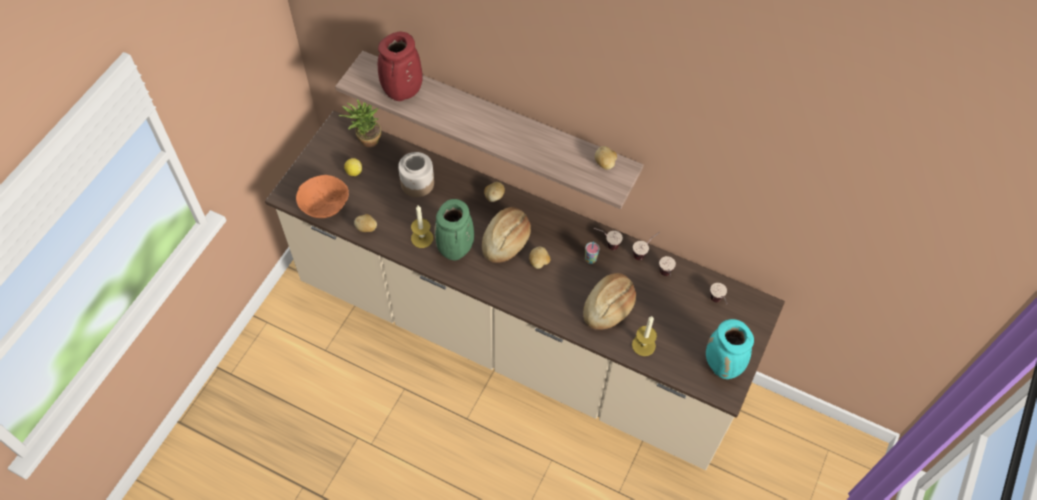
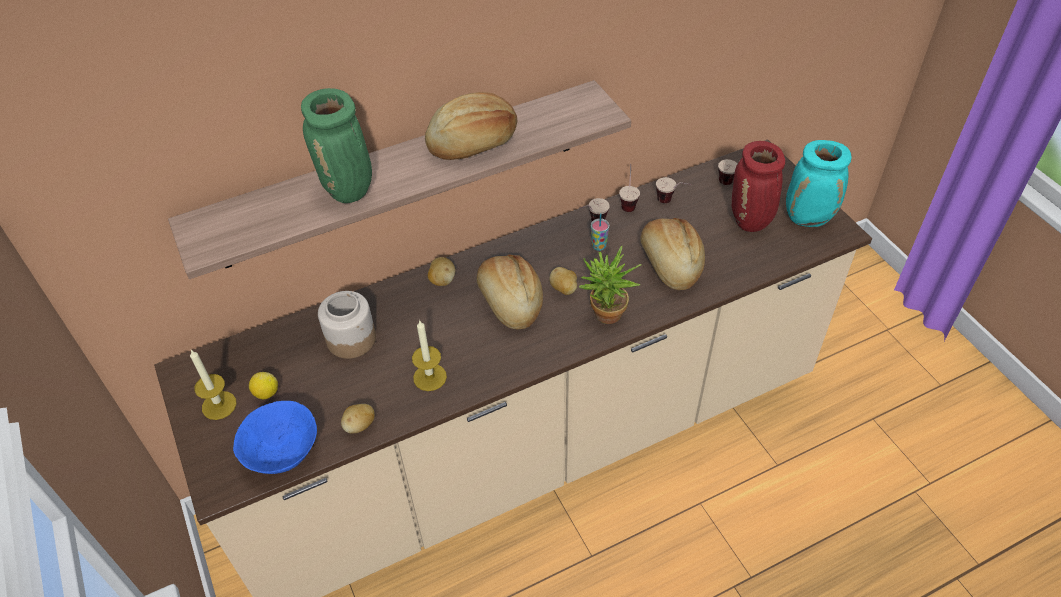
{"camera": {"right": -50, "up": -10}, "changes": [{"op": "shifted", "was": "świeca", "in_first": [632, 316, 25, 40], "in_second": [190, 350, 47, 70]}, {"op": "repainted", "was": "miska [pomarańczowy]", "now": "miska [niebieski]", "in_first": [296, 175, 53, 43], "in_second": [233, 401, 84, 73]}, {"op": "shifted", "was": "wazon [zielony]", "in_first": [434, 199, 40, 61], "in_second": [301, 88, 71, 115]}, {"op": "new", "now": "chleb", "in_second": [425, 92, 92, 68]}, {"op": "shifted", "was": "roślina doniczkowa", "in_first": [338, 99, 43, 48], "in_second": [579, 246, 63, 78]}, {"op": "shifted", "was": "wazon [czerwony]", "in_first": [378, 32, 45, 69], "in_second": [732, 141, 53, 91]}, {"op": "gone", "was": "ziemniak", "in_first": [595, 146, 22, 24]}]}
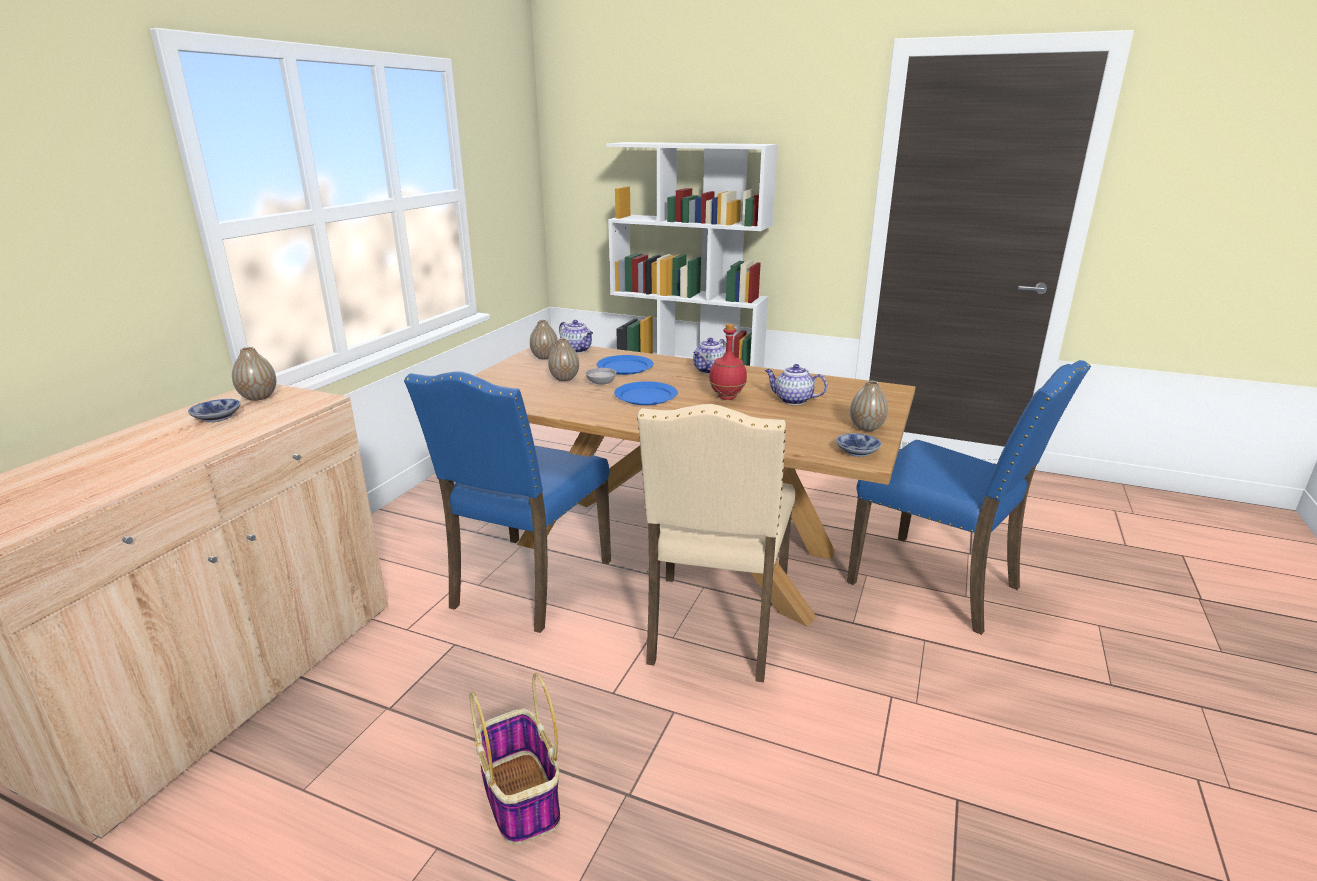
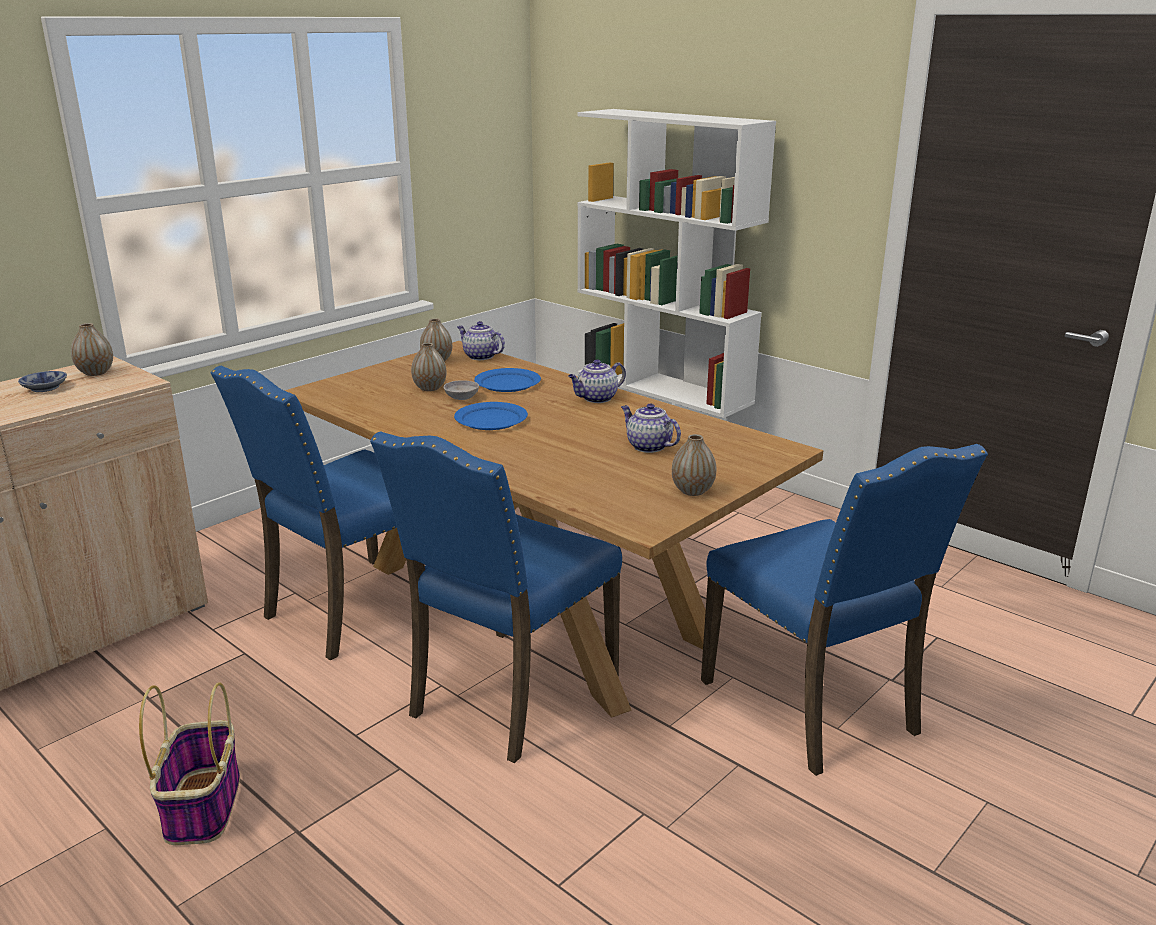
{"camera": {"right": 20, "up": 0}, "changes": [{"op": "repainted", "was": "krzesło [beżowy]", "now": "krzesło [niebieski]", "in_first": [637, 404, 158, 279], "in_second": [370, 431, 252, 332]}, {"op": "rotated", "was": "imbryk", "in_first": [559, 320, 34, 33], "in_second": [457, 321, 48, 39], "clockwise": 150}, {"op": "gone", "was": "butelka [czerwony]", "in_first": [709, 324, 38, 76]}, {"op": "gone", "was": "miska", "in_first": [836, 433, 45, 24]}]}
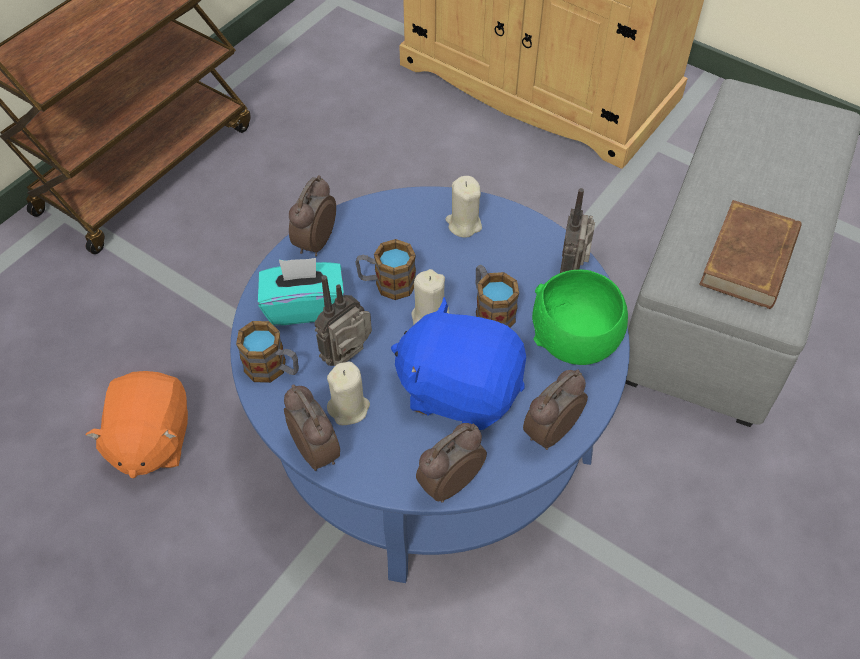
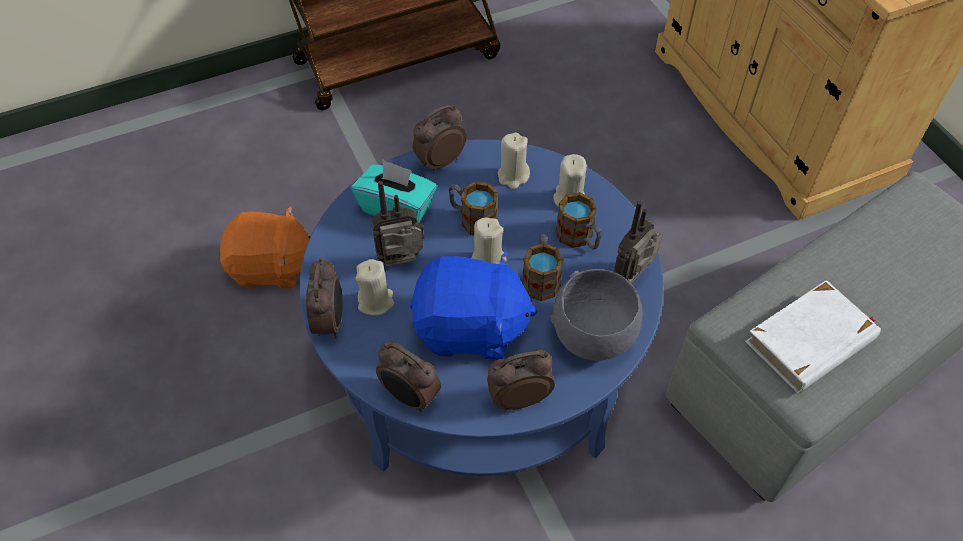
{"camera": {"right": 30, "up": 0}, "changes": [{"op": "rotated", "was": "pluszak [pomarańczowy]", "in_first": [86, 371, 102, 107], "in_second": [220, 206, 90, 83], "clockwise": -120}, {"op": "rotated", "was": "budzik", "in_first": [416, 423, 71, 80], "in_second": [376, 341, 65, 72], "clockwise": -135}, {"op": "rotated", "was": "pluszak [niebieski]", "in_first": [391, 297, 135, 133], "in_second": [410, 251, 128, 109], "clockwise": 135}, {"op": "new", "now": "świeca [beżowy]", "in_second": [498, 132, 32, 57]}, {"op": "repainted", "was": "miska [zielony]", "now": "miska [szary]", "in_first": [532, 270, 96, 95], "in_second": [551, 269, 92, 92]}, {"op": "shifted", "was": "kubek", "in_first": [236, 321, 63, 62], "in_second": [556, 192, 46, 58]}, {"op": "repainted", "was": "książka [brązowy]", "now": "książka [biały]", "in_first": [699, 200, 103, 109], "in_second": [745, 280, 136, 113]}]}
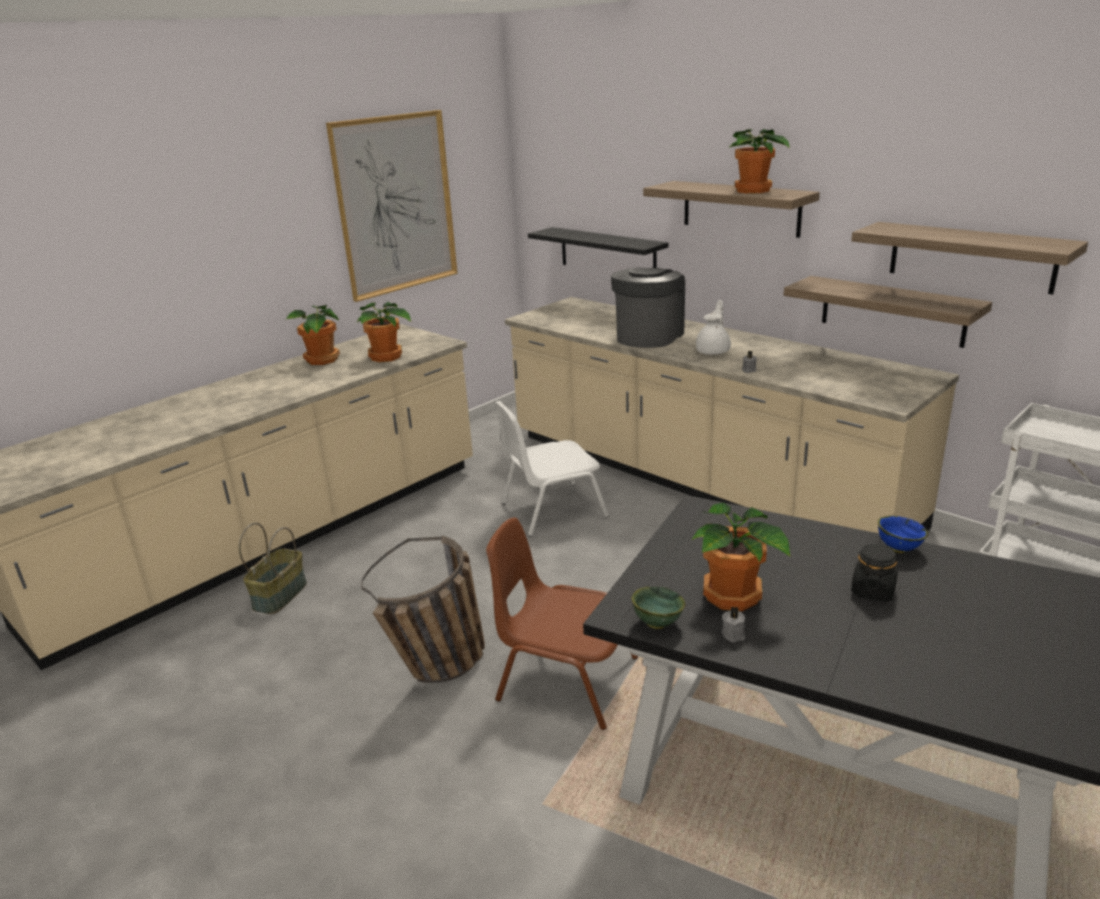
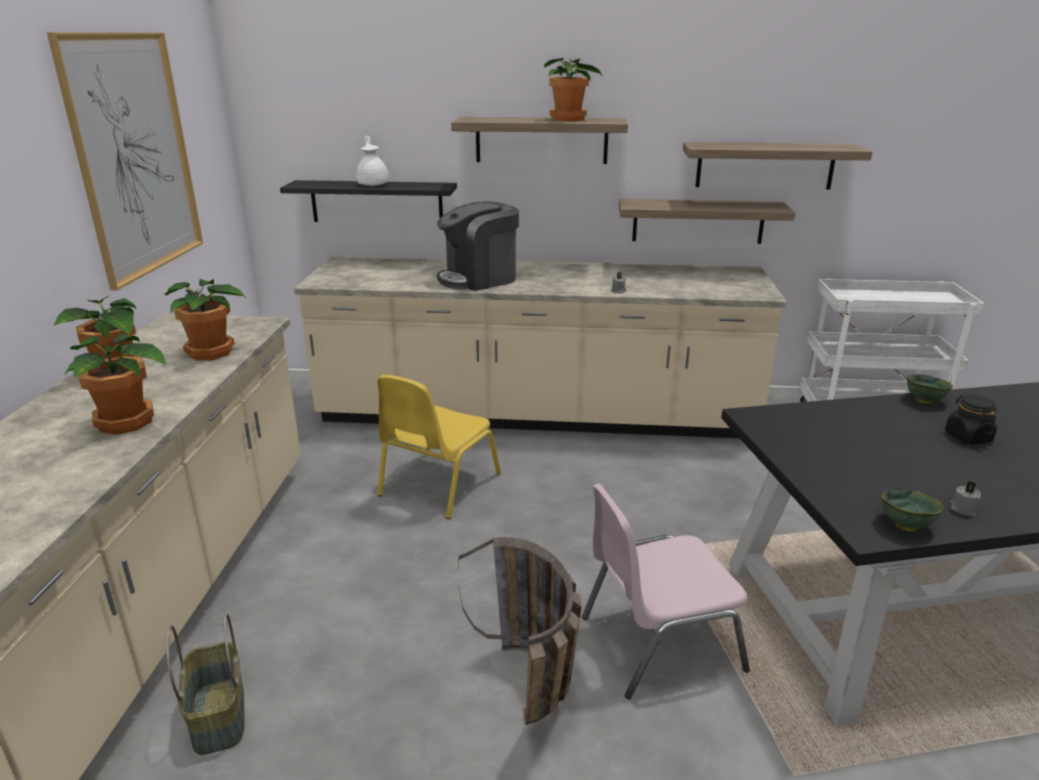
{"camera": {"right": -40, "up": 0}, "changes": [{"op": "shifted", "was": "roślina doniczkowa", "in_first": [691, 503, 99, 108], "in_second": [65, 334, 102, 101]}, {"op": "shifted", "was": "imbryk [biały]", "in_first": [696, 300, 35, 55], "in_second": [356, 136, 33, 50]}, {"op": "repainted", "was": "krzesło [biały]", "now": "krzesło [żółty]", "in_first": [495, 401, 114, 135], "in_second": [377, 375, 124, 144]}, {"op": "rotated", "was": "ekspres do kawy", "in_first": [611, 267, 74, 81], "in_second": [437, 201, 82, 90], "clockwise": -105}, {"op": "repainted", "was": "krzesło [brązowy]", "now": "krzesło [różowy]", "in_first": [486, 517, 152, 213], "in_second": [582, 483, 168, 216]}, {"op": "repainted", "was": "miska [niebieski]", "now": "miska [zielony]", "in_first": [878, 515, 51, 38], "in_second": [907, 374, 46, 30]}]}
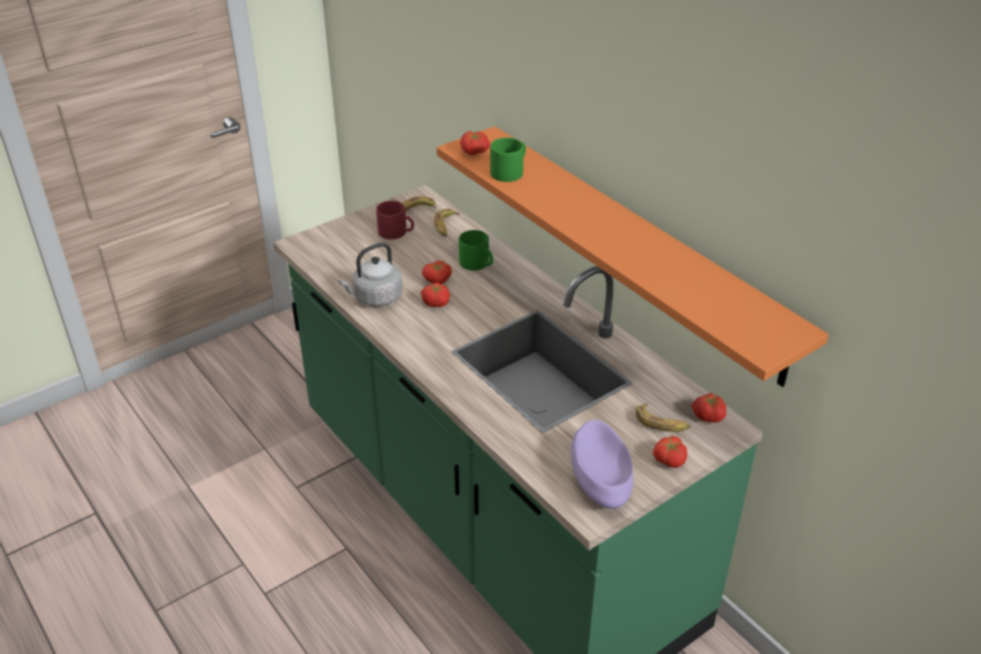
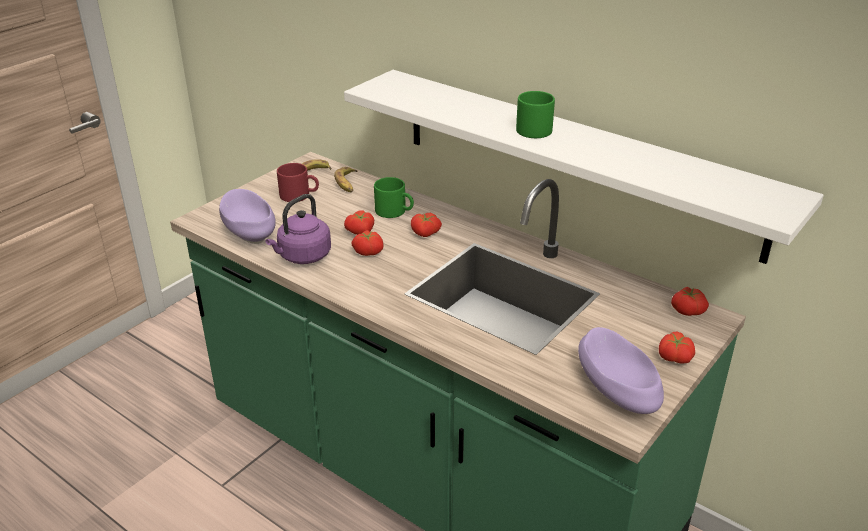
{"camera": {"right": -15, "up": -5}, "changes": [{"op": "new", "now": "miska [fioletowy]", "in_second": [219, 189, 57, 55]}, {"op": "repainted", "was": "czajnik [szary]", "now": "czajnik [fioletowy]", "in_first": [338, 243, 65, 64], "in_second": [265, 194, 66, 70]}, {"op": "repainted", "was": "półka [pomarańczowy]", "now": "półka [biały]", "in_first": [437, 126, 392, 261], "in_second": [344, 70, 480, 194]}, {"op": "shifted", "was": "pomidor", "in_first": [460, 131, 30, 24], "in_second": [411, 213, 31, 24]}, {"op": "shifted", "was": "kubek [zielony]", "in_first": [490, 138, 36, 44], "in_second": [516, 91, 39, 47]}, {"op": "gone", "was": "banan", "in_first": [636, 403, 55, 29]}]}
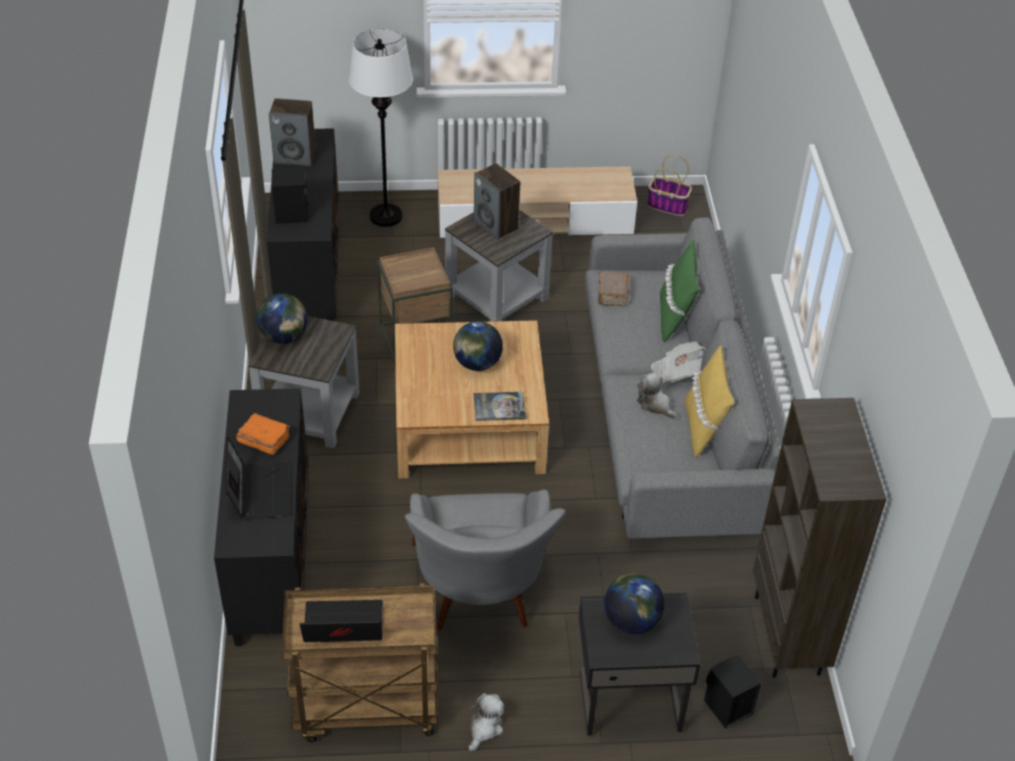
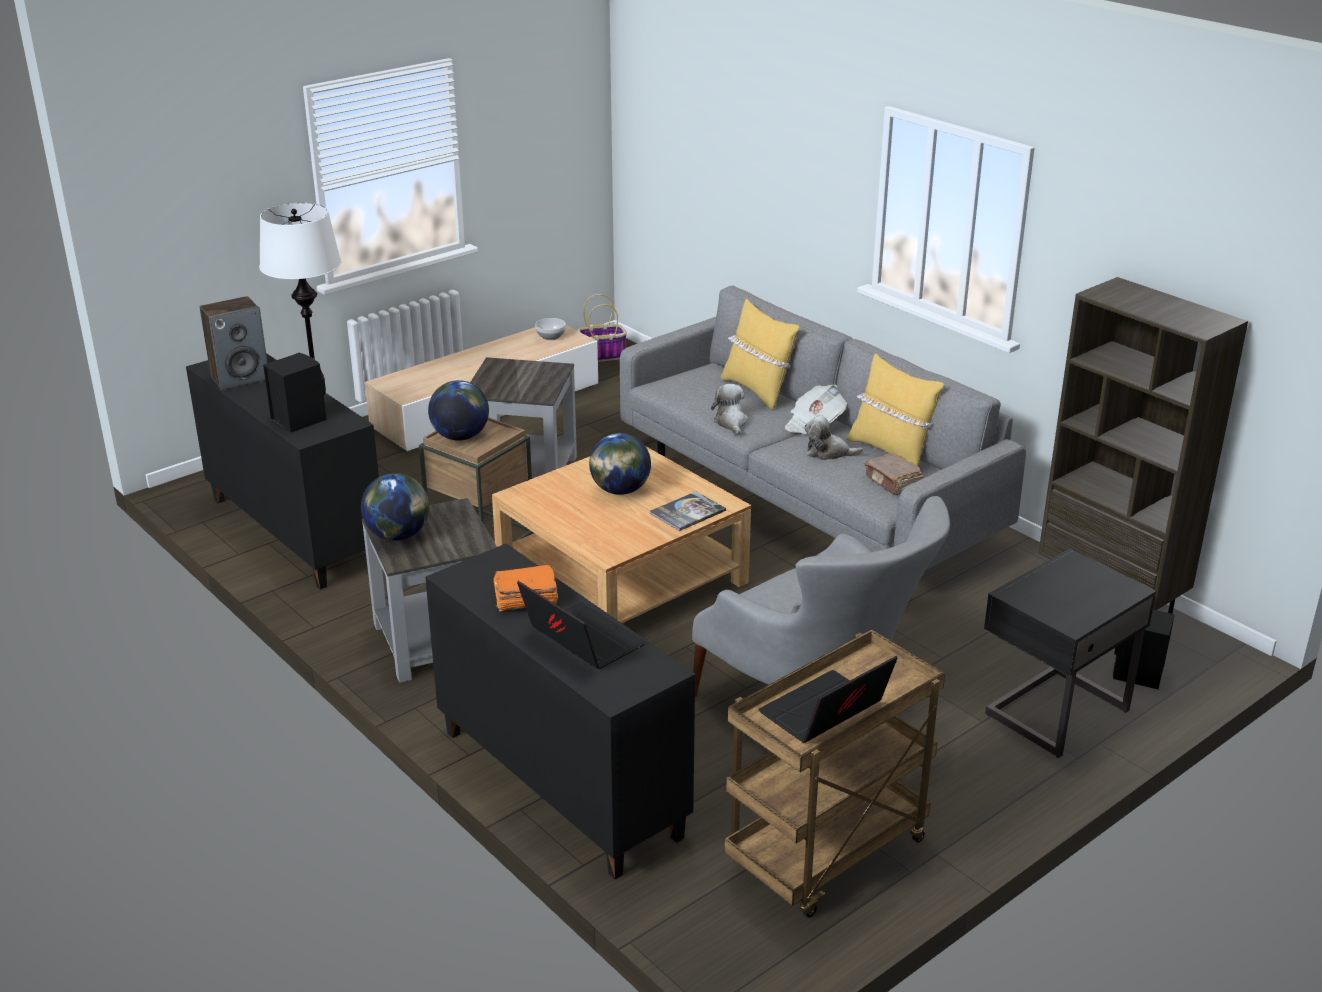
{"camera": {"right": -35, "up": -15}, "changes": [{"op": "shifted", "was": "globus", "in_first": [604, 573, 60, 61], "in_second": [428, 380, 61, 61]}, {"op": "new", "now": "miska", "in_second": [535, 318, 31, 22]}, {"op": "shifted", "was": "pluszak", "in_first": [469, 693, 35, 59], "in_second": [711, 384, 37, 52]}, {"op": "repainted", "was": "poduszka [zielony]", "now": "poduszka [żółty]", "in_first": [660, 240, 39, 103], "in_second": [721, 299, 78, 111]}, {"op": "shifted", "was": "książka [brązowy]", "in_first": [598, 271, 31, 35], "in_second": [864, 453, 59, 42]}, {"op": "gone", "was": "głośnik", "in_first": [474, 163, 46, 77]}]}
